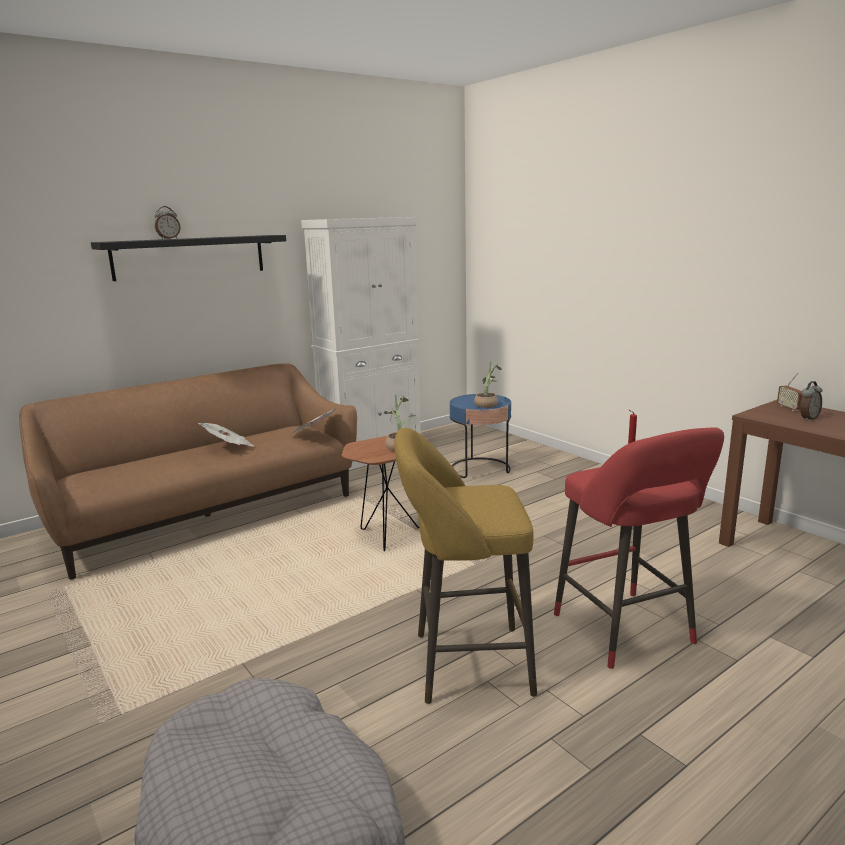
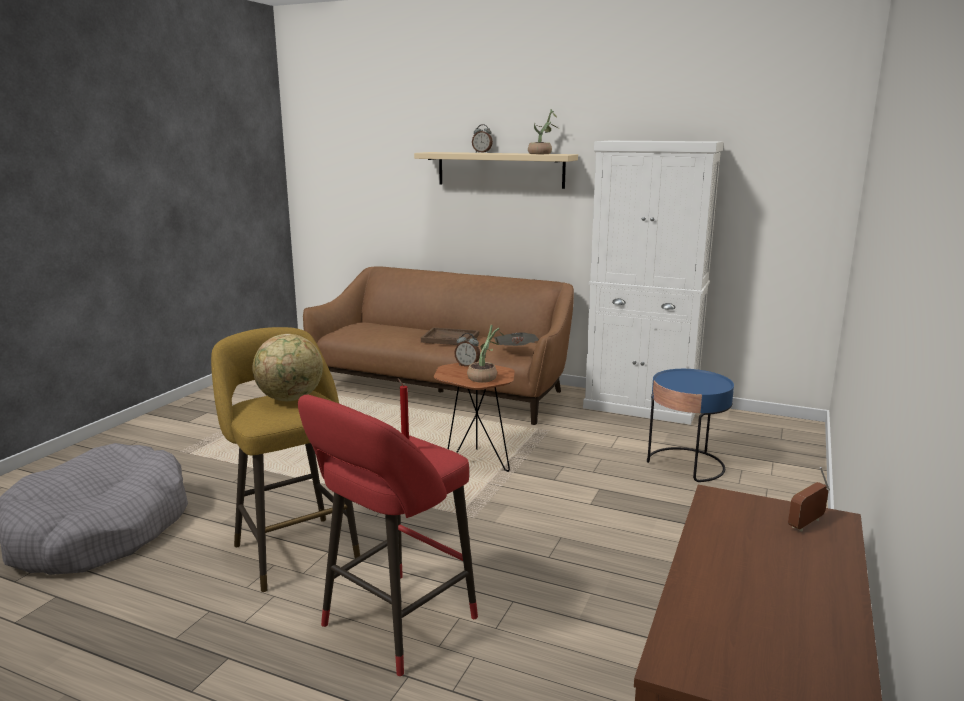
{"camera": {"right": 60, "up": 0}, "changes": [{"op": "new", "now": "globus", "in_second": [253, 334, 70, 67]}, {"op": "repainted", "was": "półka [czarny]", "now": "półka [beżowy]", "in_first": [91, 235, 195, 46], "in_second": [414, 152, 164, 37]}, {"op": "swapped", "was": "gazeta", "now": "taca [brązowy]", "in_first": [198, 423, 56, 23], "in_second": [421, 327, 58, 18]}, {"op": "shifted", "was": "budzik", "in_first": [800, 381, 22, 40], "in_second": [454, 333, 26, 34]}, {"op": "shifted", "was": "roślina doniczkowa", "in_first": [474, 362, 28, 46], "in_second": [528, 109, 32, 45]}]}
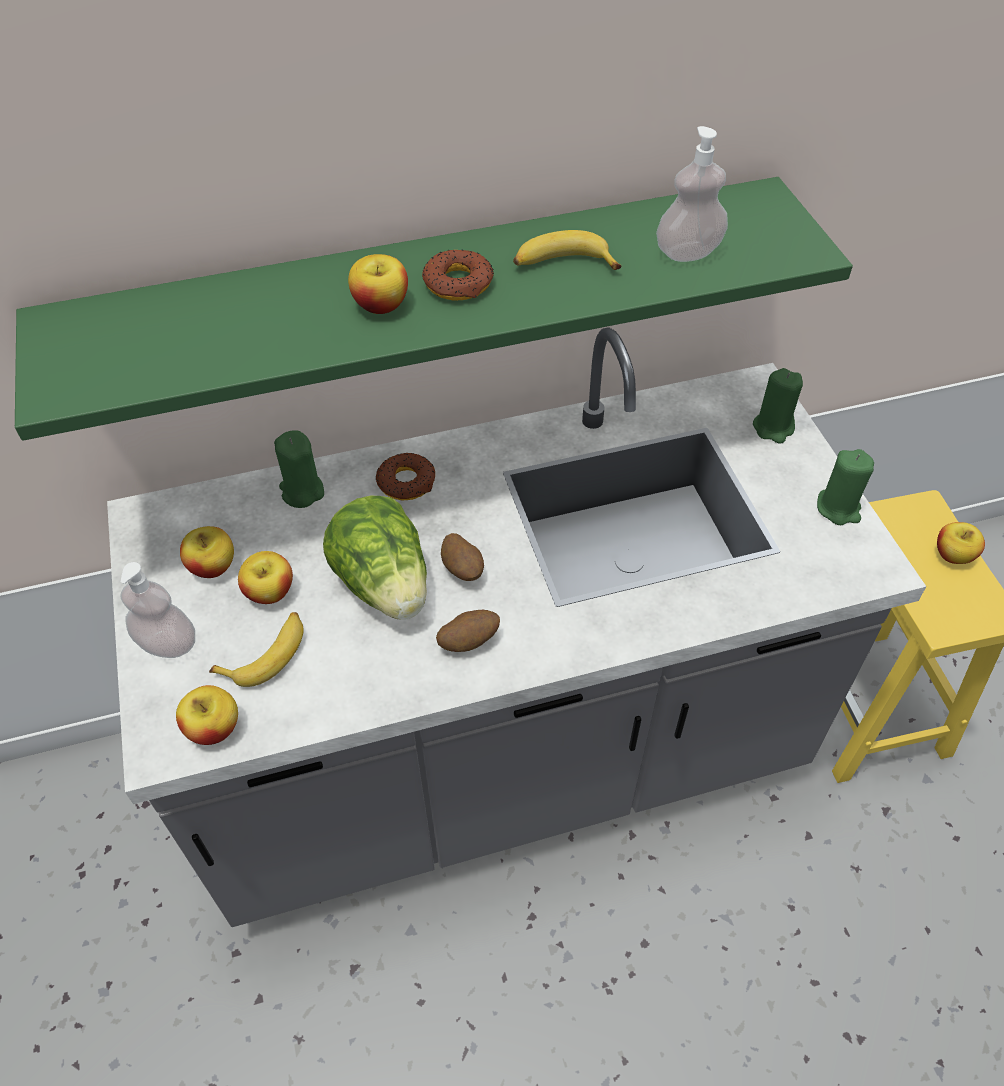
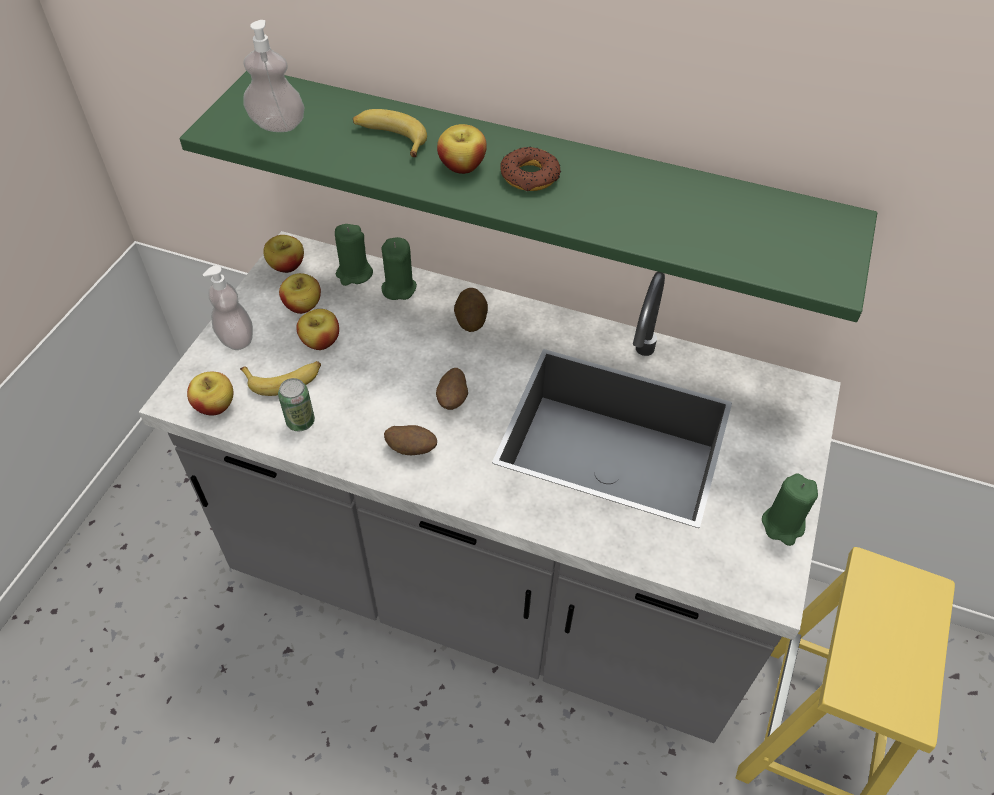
{"camera": {"right": 35, "up": 0}, "changes": [{"op": "shifted", "was": "dozownik mydła", "in_first": [656, 126, 72, 136], "in_second": [244, 20, 60, 112]}, {"op": "shifted", "was": "jabłko", "in_first": [937, 522, 48, 42], "in_second": [263, 235, 41, 38]}, {"op": "new", "now": "puszka", "in_second": [278, 378, 37, 53]}, {"op": "shifted", "was": "świeca [zielony]", "in_first": [753, 368, 50, 76], "in_second": [335, 224, 38, 62]}, {"op": "shifted", "was": "banan", "in_first": [513, 230, 108, 40], "in_second": [353, 109, 74, 48]}, {"op": "swapped", "was": "donut", "now": "ziemniak", "in_first": [376, 453, 59, 47], "in_second": [454, 288, 34, 44]}, {"op": "gone", "was": "sałata", "in_first": [323, 496, 104, 124]}]}
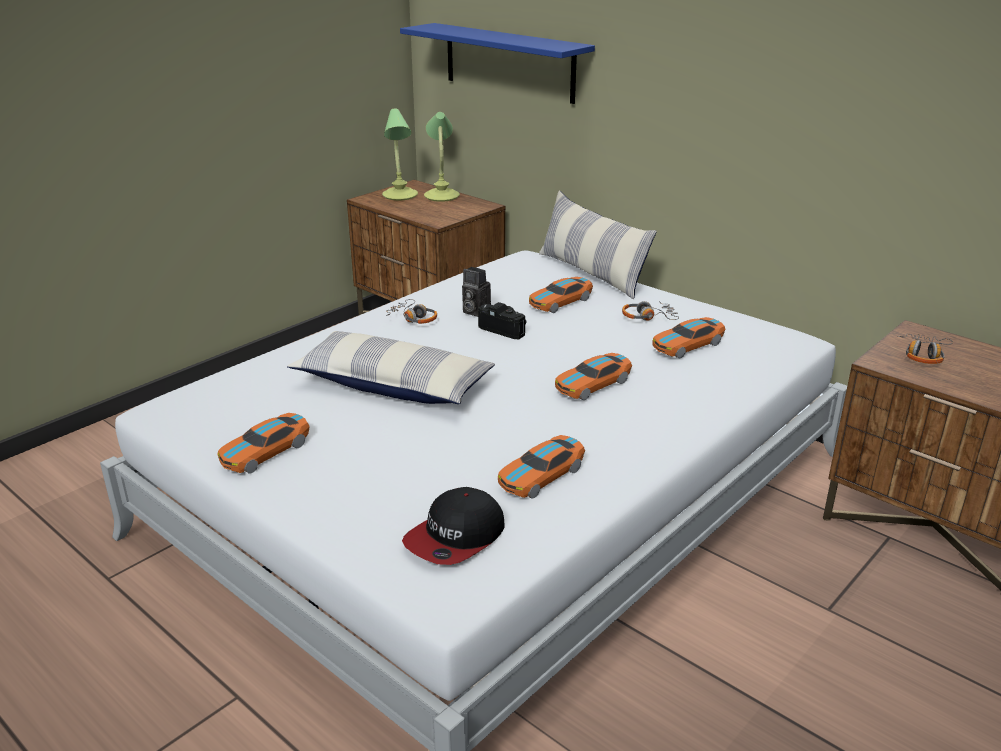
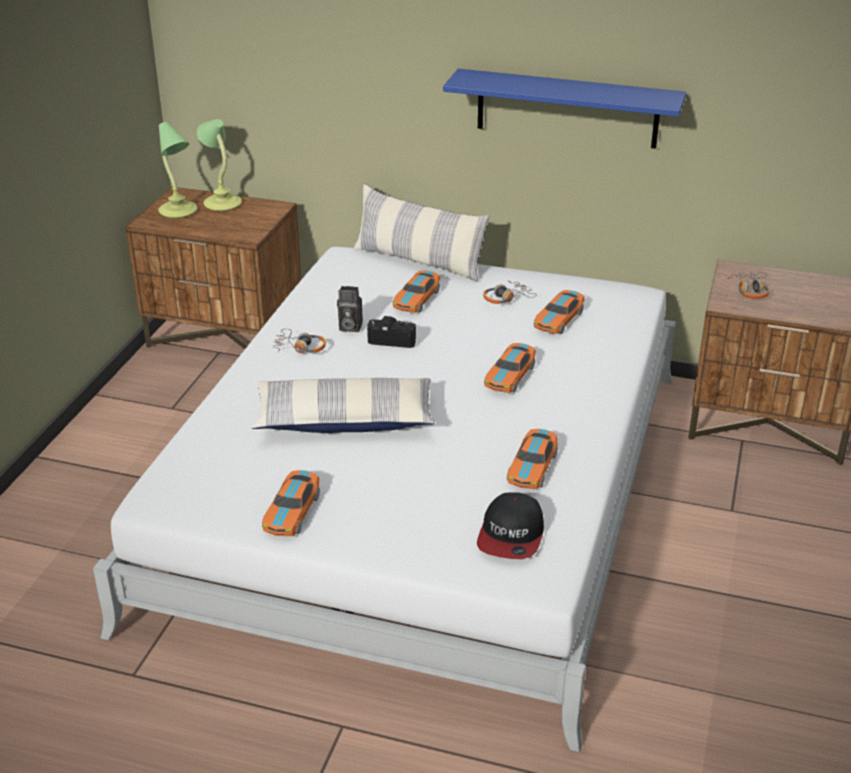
{"camera": {"right": -25, "up": 5}, "changes": [{"op": "shifted", "was": "półka [niebieski]", "in_first": [400, 23, 195, 81], "in_second": [443, 69, 243, 80]}]}
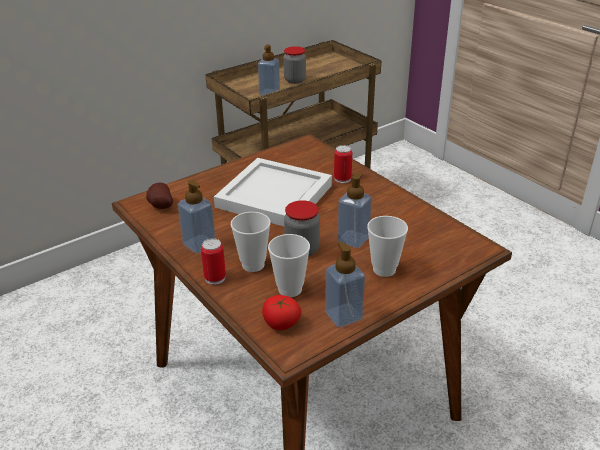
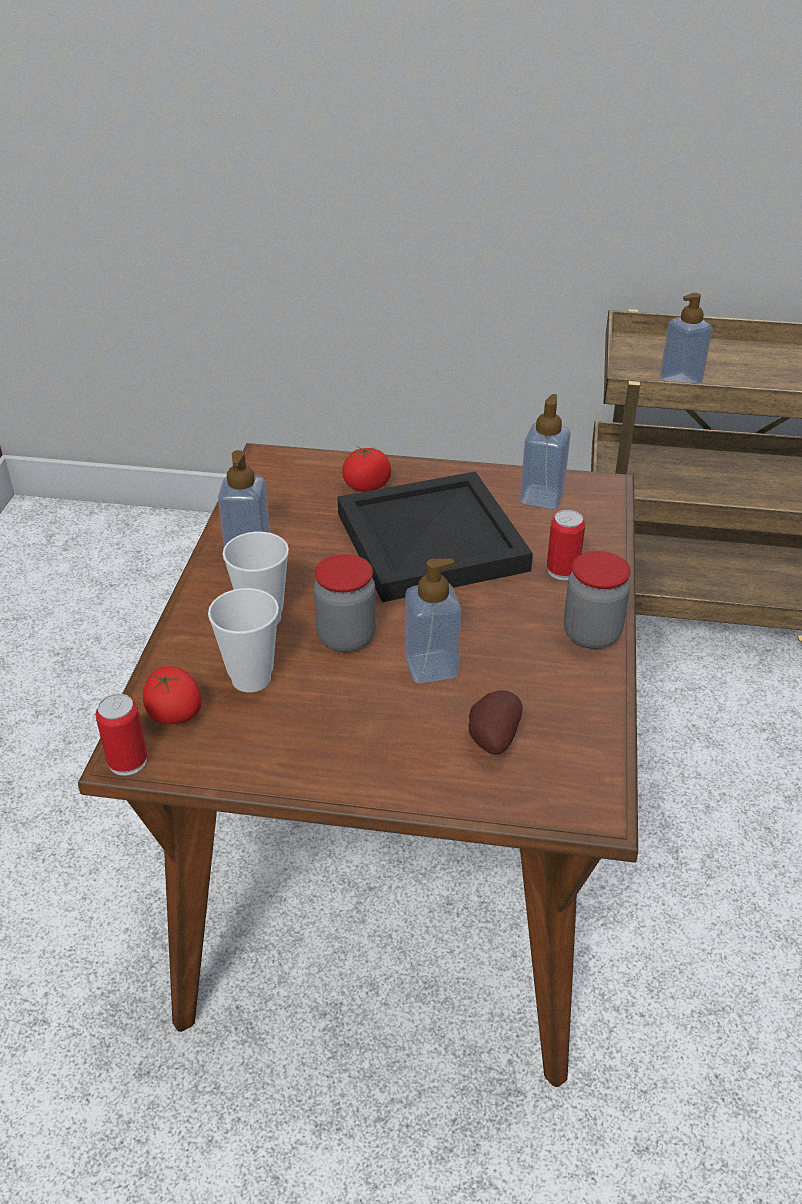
{"camera": {"right": 45, "up": 5}, "changes": [{"op": "shifted", "was": "puszka", "in_first": [201, 238, 25, 47], "in_second": [96, 694, 51, 82]}, {"op": "repainted", "was": "taca [biały]", "now": "taca [czarny]", "in_first": [214, 158, 118, 68], "in_second": [337, 471, 196, 131]}, {"op": "new", "now": "pomidor", "in_second": [342, 446, 49, 46]}, {"op": "shifted", "was": "ziemniak", "in_first": [146, 183, 27, 26], "in_second": [469, 690, 54, 65]}, {"op": "shifted", "was": "dozownik mydła", "in_first": [325, 242, 40, 86], "in_second": [520, 394, 51, 115]}, {"op": "shifted", "was": "słoik", "in_first": [283, 46, 23, 38], "in_second": [564, 551, 67, 98]}, {"op": "gone", "was": "filiżanka", "in_first": [367, 216, 41, 61]}]}
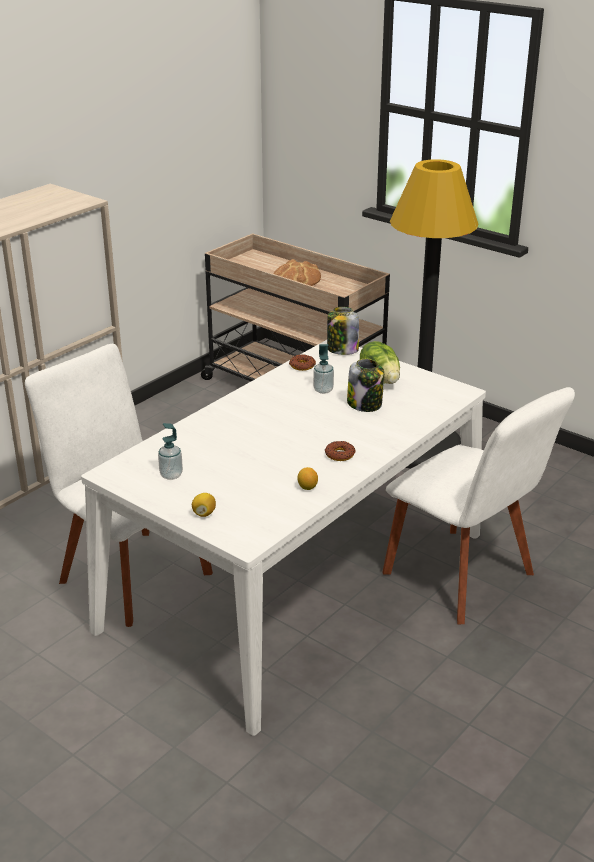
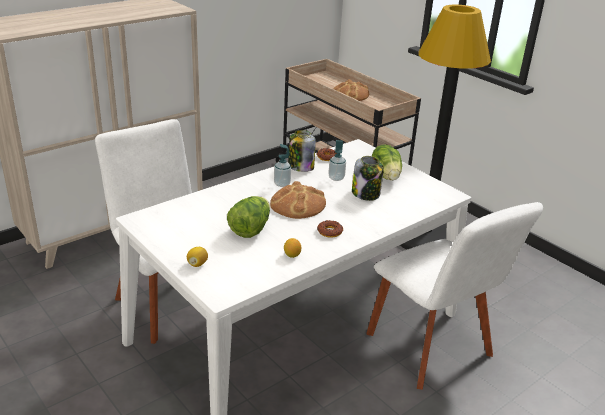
{"camera": {"right": 10, "up": 0}, "changes": [{"op": "new", "now": "sałata", "in_second": [227, 196, 43, 42]}, {"op": "new", "now": "chleb", "in_second": [270, 181, 56, 38]}, {"op": "shifted", "was": "dozownik mydła", "in_first": [158, 423, 25, 57], "in_second": [274, 144, 17, 43]}, {"op": "shifted", "was": "słoik", "in_first": [327, 307, 32, 48], "in_second": [288, 130, 28, 42]}]}
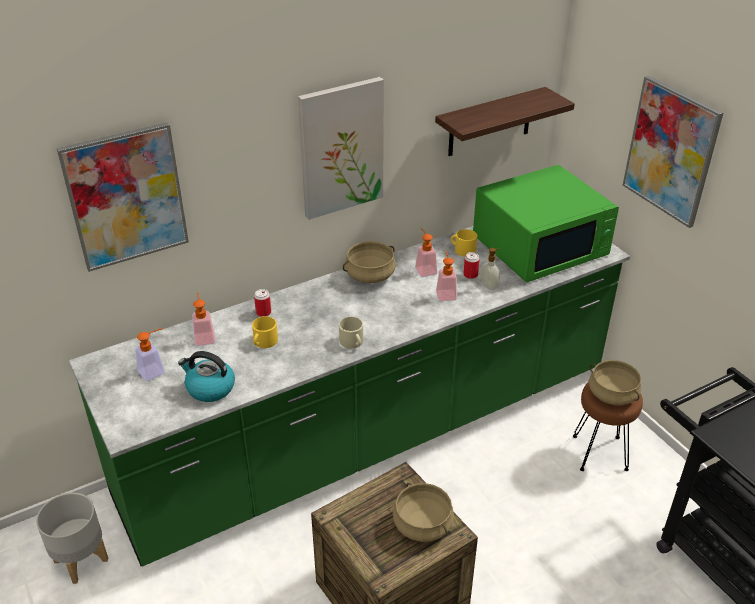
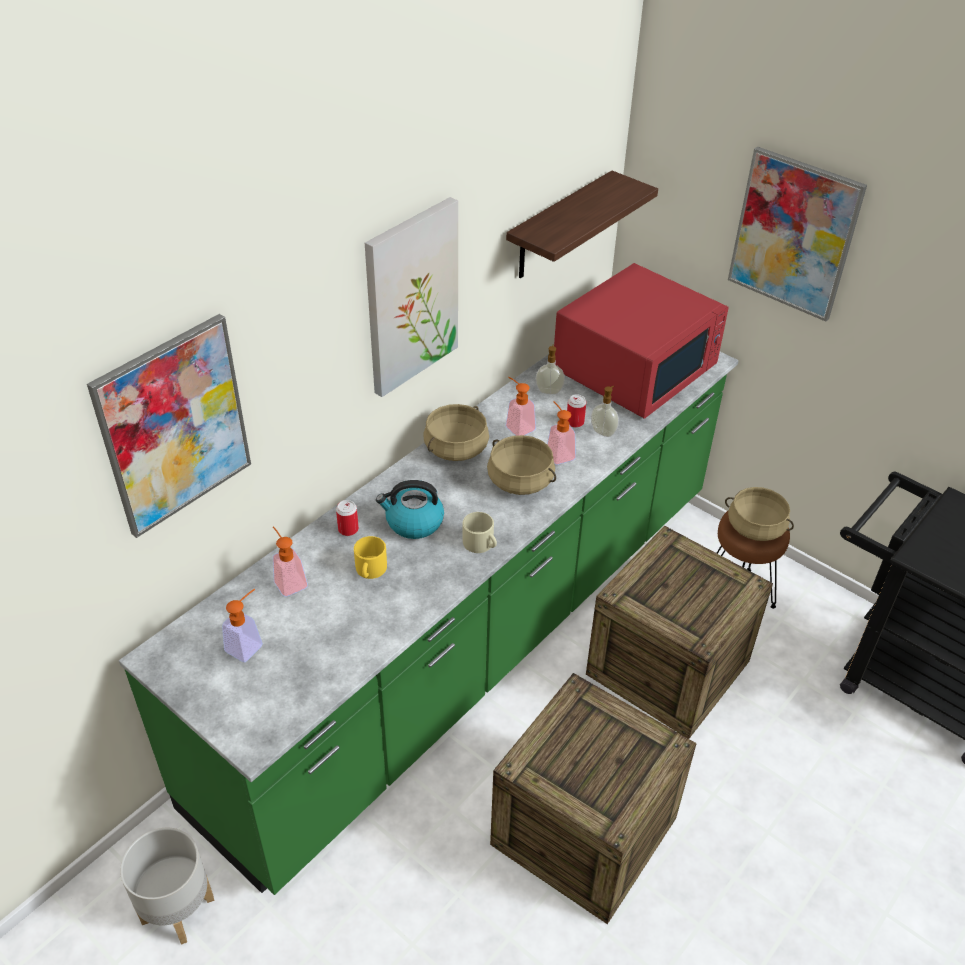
{"camera": {"right": -20, "up": 5}, "changes": [{"op": "shifted", "was": "czajnik", "in_first": [178, 351, 57, 51], "in_second": [376, 480, 68, 59]}, {"op": "shifted", "was": "garnek [beżowy]", "in_first": [393, 483, 61, 59], "in_second": [487, 435, 69, 60]}, {"op": "swapped", "was": "kubek [żółty]", "now": "dozownik mydła", "in_first": [451, 229, 26, 28], "in_second": [536, 344, 29, 50]}, {"op": "repainted", "was": "mikrofalówka [zielony]", "now": "mikrofalówka [czerwony]", "in_first": [473, 165, 146, 118], "in_second": [554, 263, 175, 156]}, {"op": "new", "now": "skrzynka", "in_second": [586, 526, 187, 213]}]}
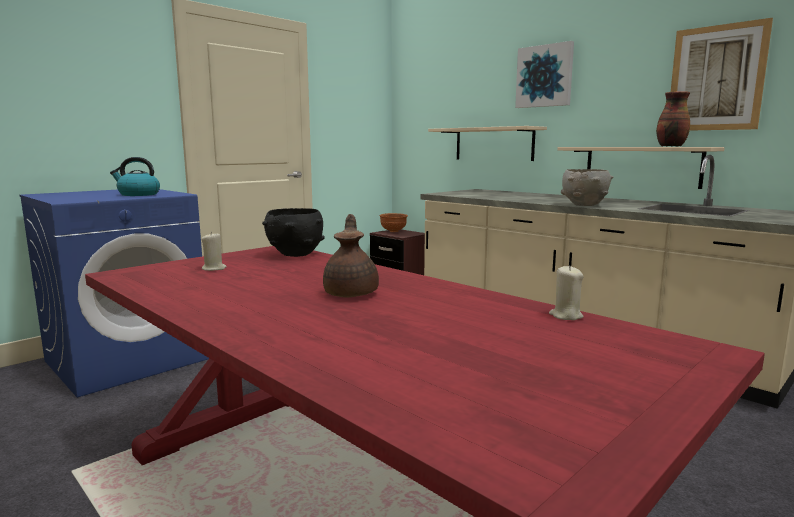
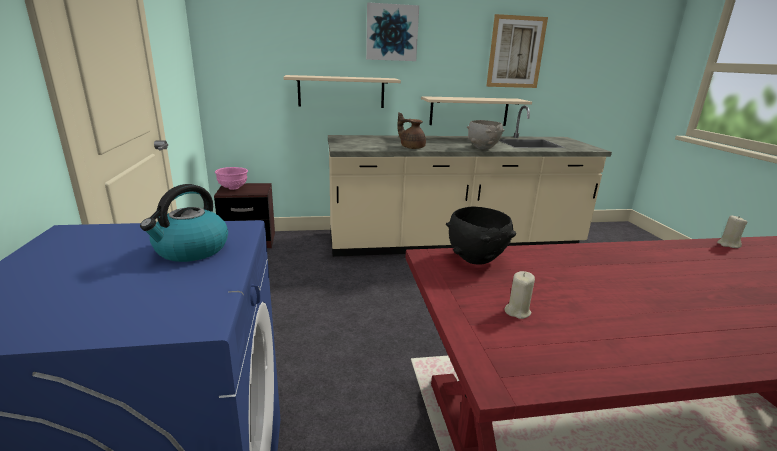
{"camera": {"right": -55, "up": 10}, "changes": [{"op": "repainted", "was": "miska [brązowy]", "now": "miska [różowy]", "in_first": [380, 213, 28, 19], "in_second": [215, 167, 33, 23]}, {"op": "shifted", "was": "imbryk [brązowy]", "in_first": [323, 214, 56, 83], "in_second": [398, 112, 28, 37]}, {"op": "gone", "was": "wazon", "in_first": [656, 91, 34, 56]}]}
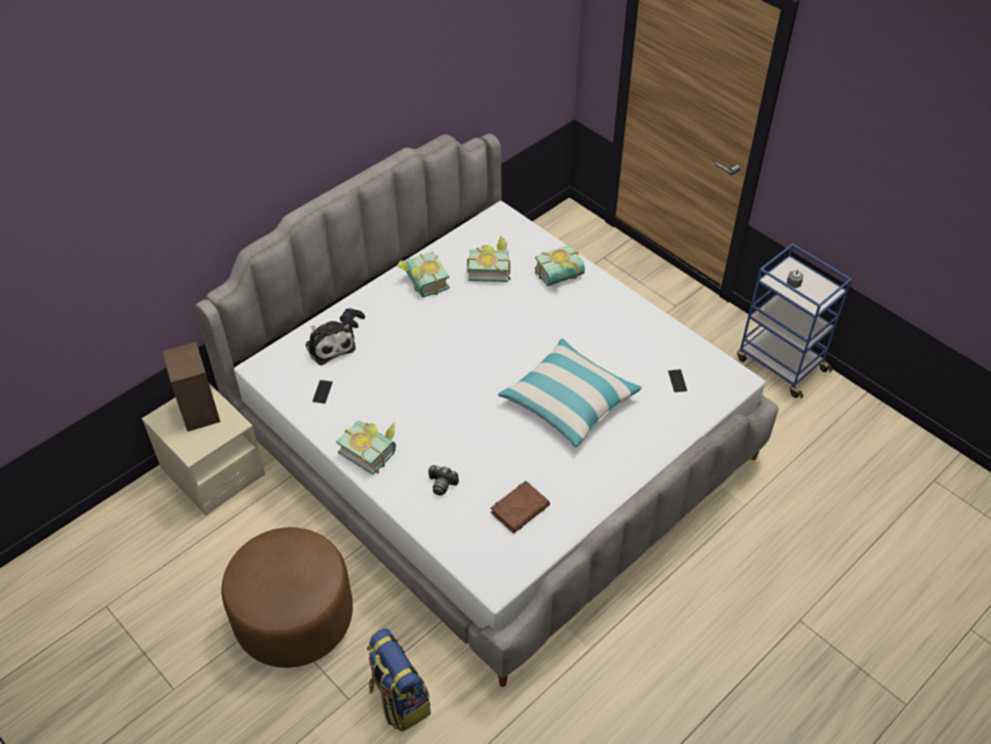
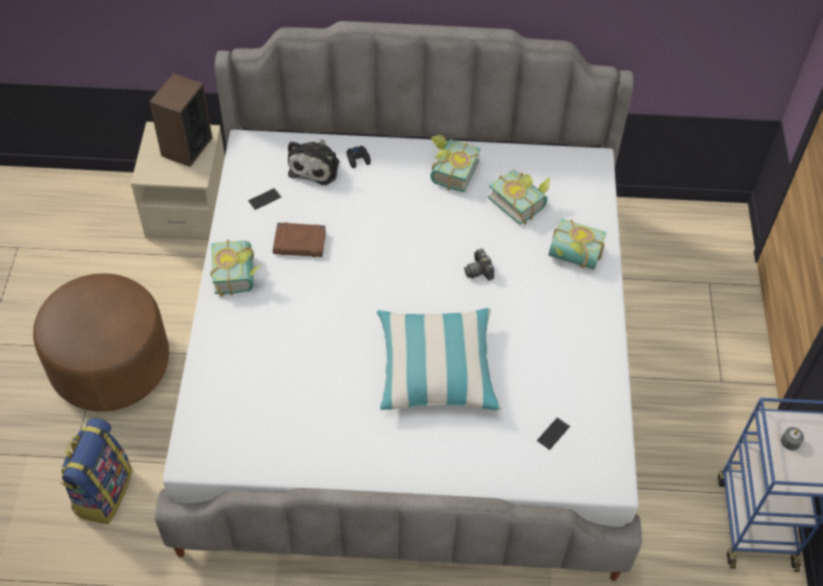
{"camera": {"right": 45, "up": 5}, "changes": [{"op": "shifted", "was": "książka [brązowy]", "in_first": [490, 481, 60, 52], "in_second": [273, 222, 53, 35]}, {"op": "shifted", "was": "aparat fotograficzny", "in_first": [428, 465, 31, 31], "in_second": [464, 249, 30, 31]}]}
